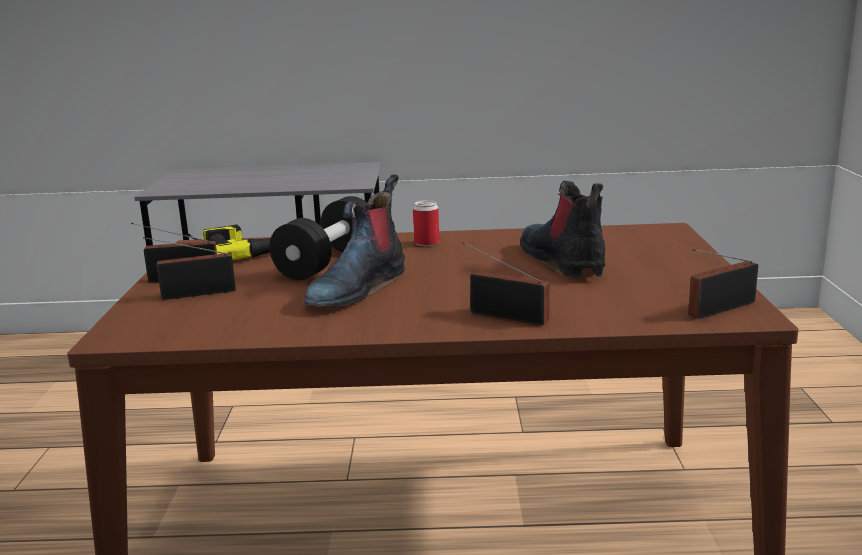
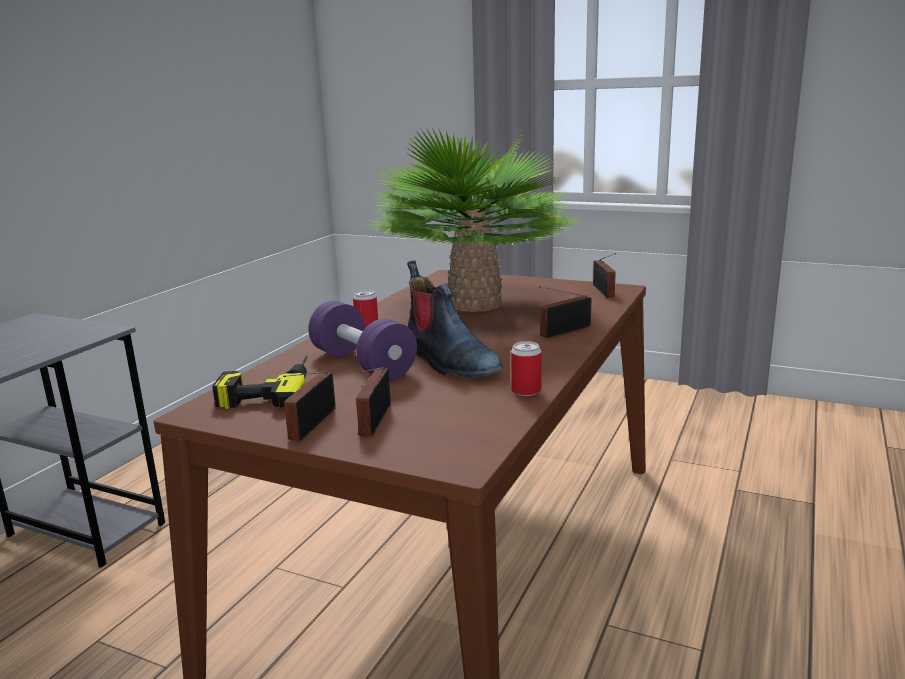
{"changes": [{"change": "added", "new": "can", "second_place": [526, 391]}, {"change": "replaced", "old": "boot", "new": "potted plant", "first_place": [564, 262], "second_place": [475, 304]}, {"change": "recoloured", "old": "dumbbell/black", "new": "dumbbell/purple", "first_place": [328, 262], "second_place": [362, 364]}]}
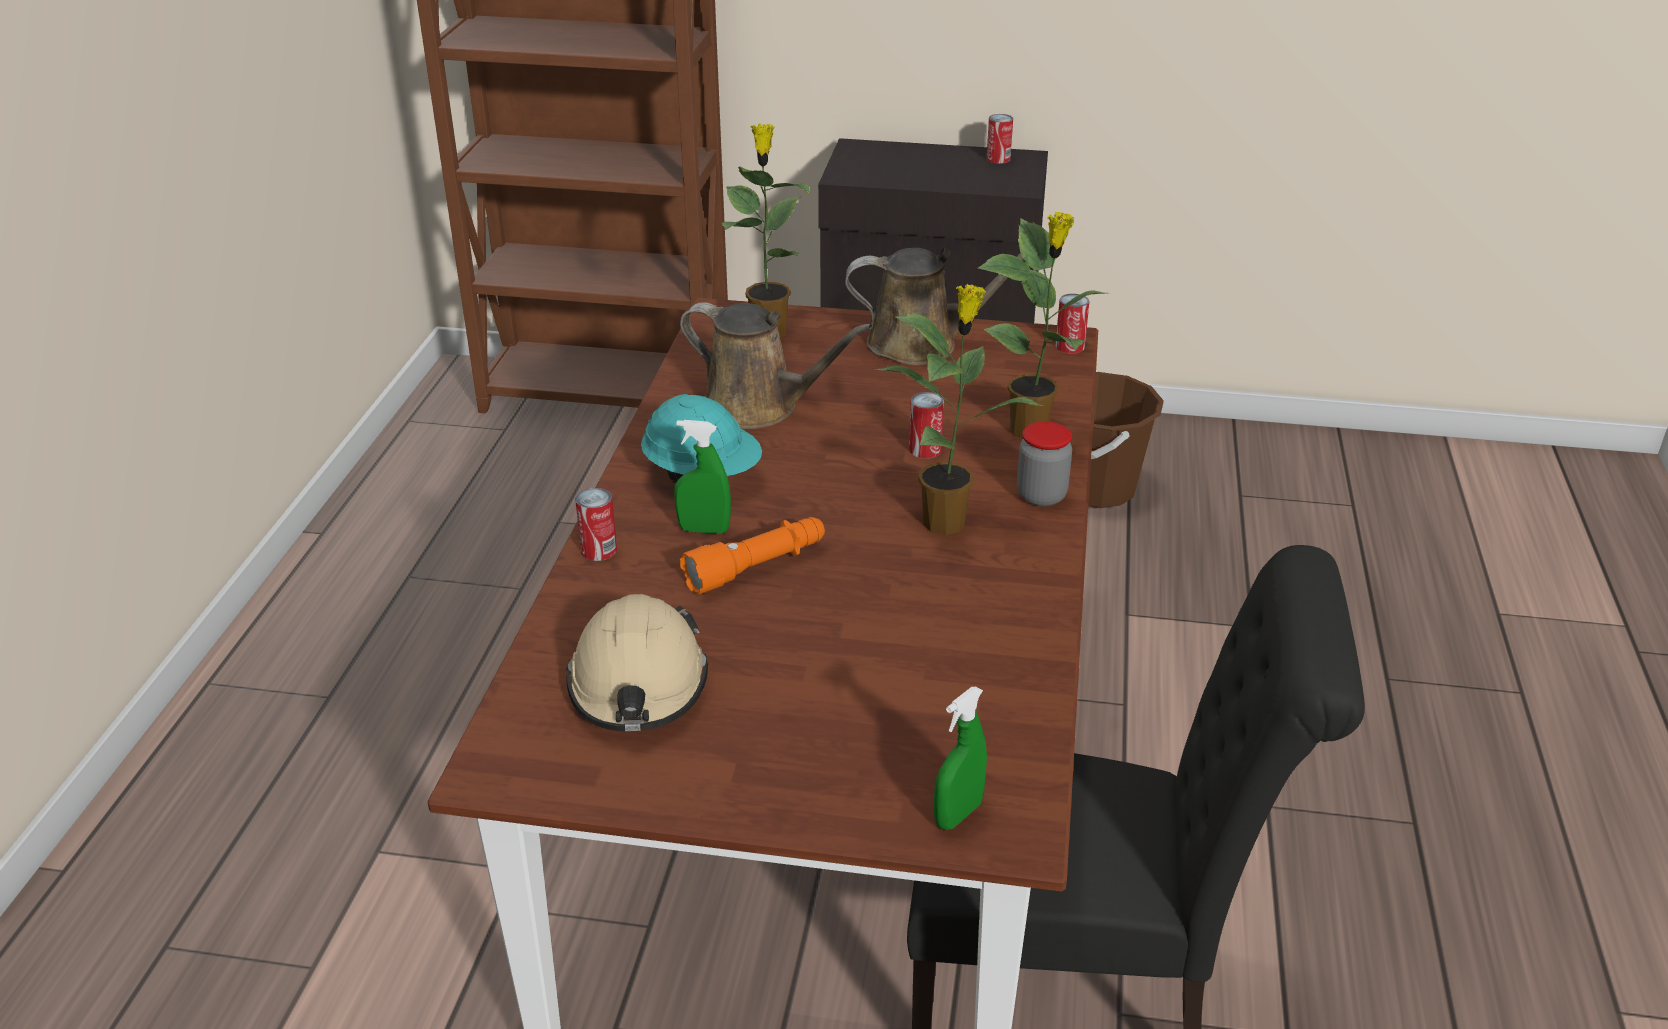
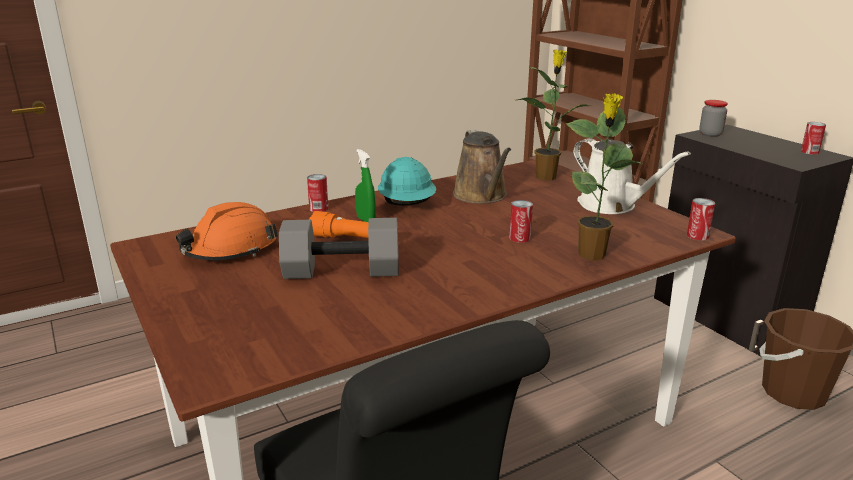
{"changes": [{"change": "removed", "old": "potted plant", "first_place": [946, 522]}, {"change": "removed", "old": "spray bottle/green", "first_place": [958, 814]}, {"change": "added", "new": "dumbbell/grey", "second_place": [340, 272]}, {"change": "moved", "old": "jar", "first_place": [1041, 496], "second_place": [710, 134]}, {"change": "recoloured", "old": "hard hat/beige", "new": "hard hat/orange", "first_place": [638, 685], "second_place": [230, 249]}, {"change": "recoloured", "old": "watering can/brown", "new": "watering can/white", "first_place": [922, 344], "second_place": [611, 205]}]}
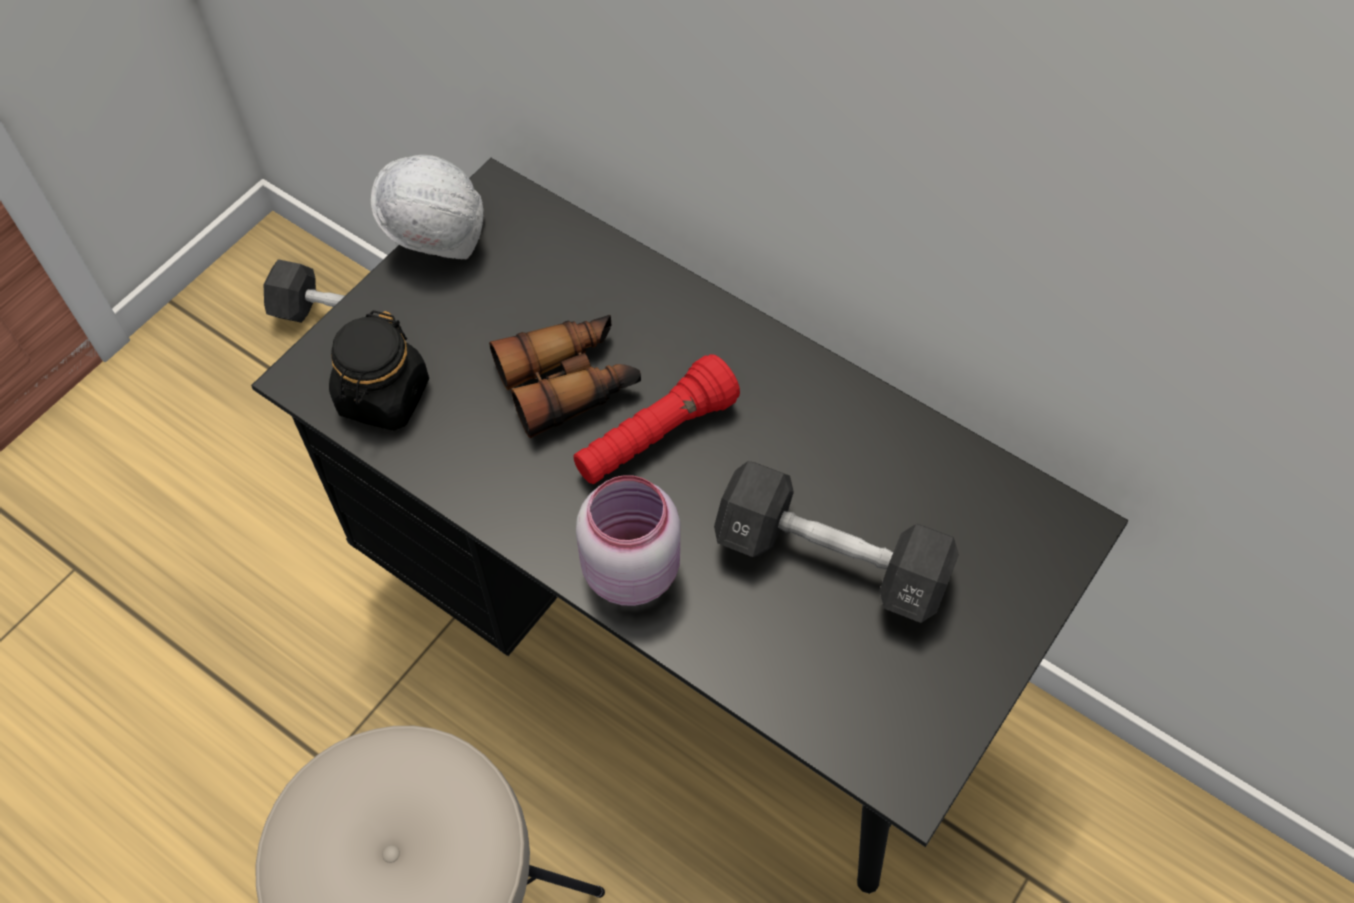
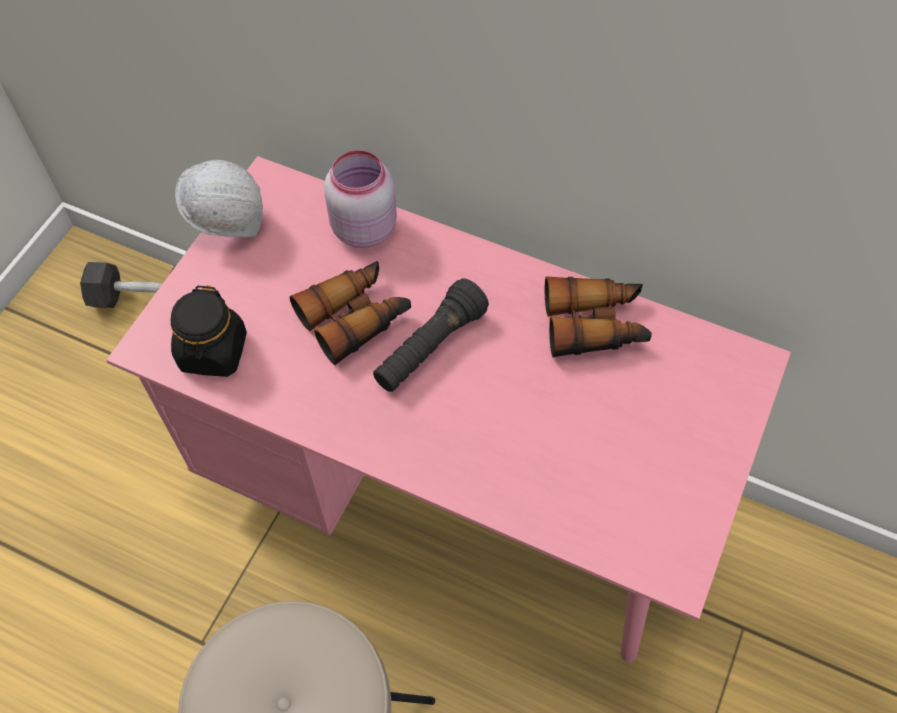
{"changes": [{"change": "removed", "old": "dumbbell/black", "first_place": [831, 559]}, {"change": "added", "new": "binoculars", "second_place": [595, 324]}, {"change": "moved", "old": "jar/pink", "first_place": [630, 567], "second_place": [363, 227]}, {"change": "recoloured", "old": "desk/black", "new": "desk/pink", "first_place": [678, 637], "second_place": [451, 497]}, {"change": "recoloured", "old": "flashlight/red", "new": "flashlight/black", "first_place": [655, 437], "second_place": [430, 348]}]}
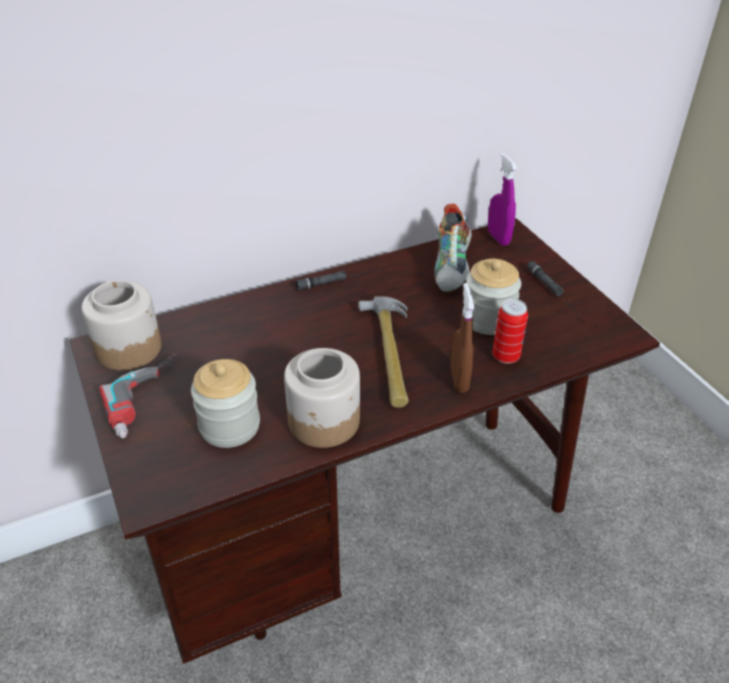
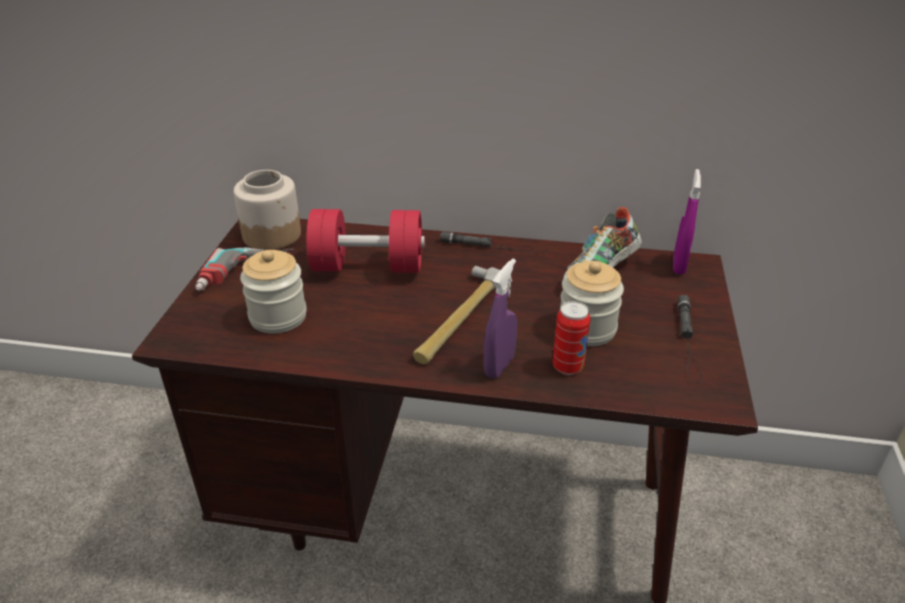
{"changes": [{"change": "removed", "old": "jar", "first_place": [324, 422]}, {"change": "added", "new": "dumbbell/red", "second_place": [368, 266]}, {"change": "recoloured", "old": "spray bottle/brown", "new": "spray bottle/purple", "first_place": [459, 380], "second_place": [499, 366]}]}
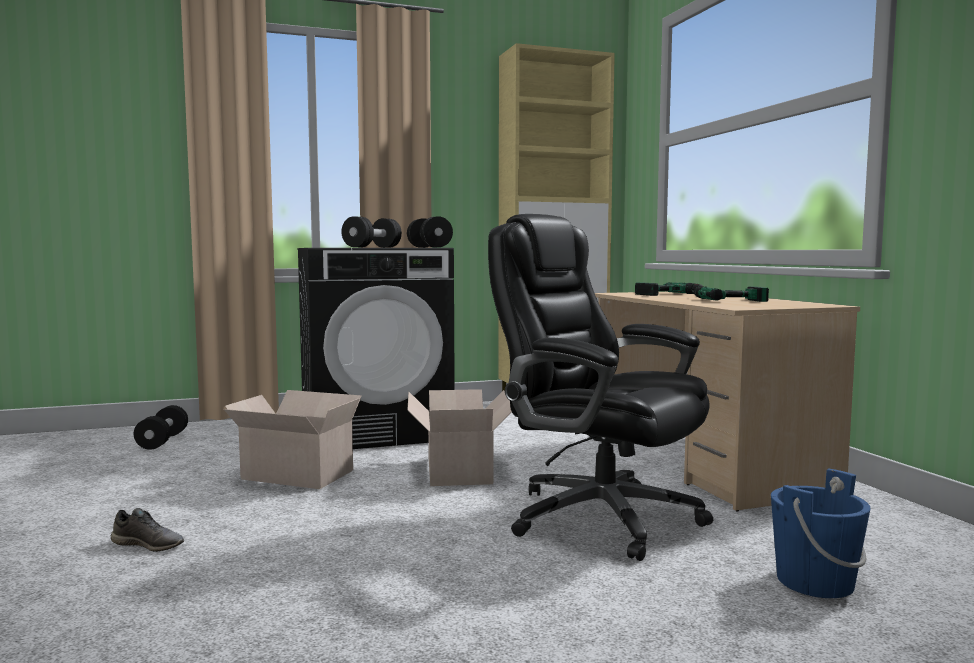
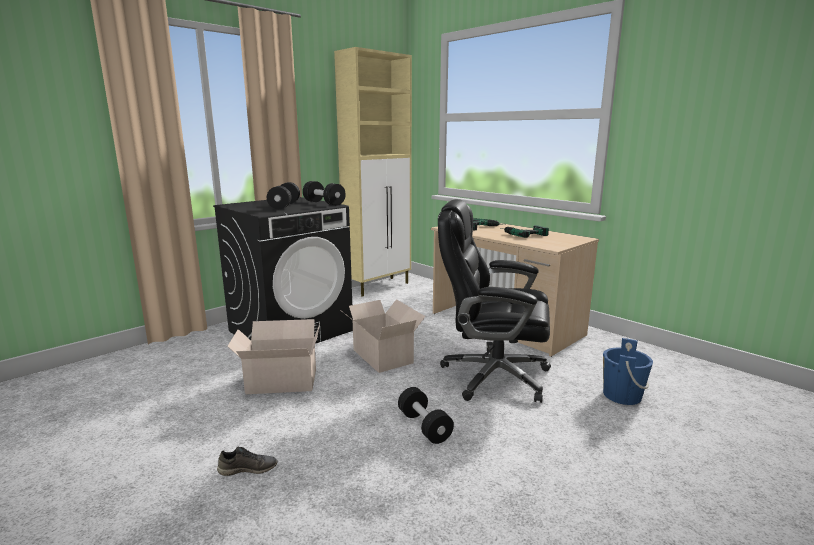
{"changes": [{"change": "moved", "old": "dumbbell/black", "first_place": [162, 441], "second_place": [424, 426]}]}
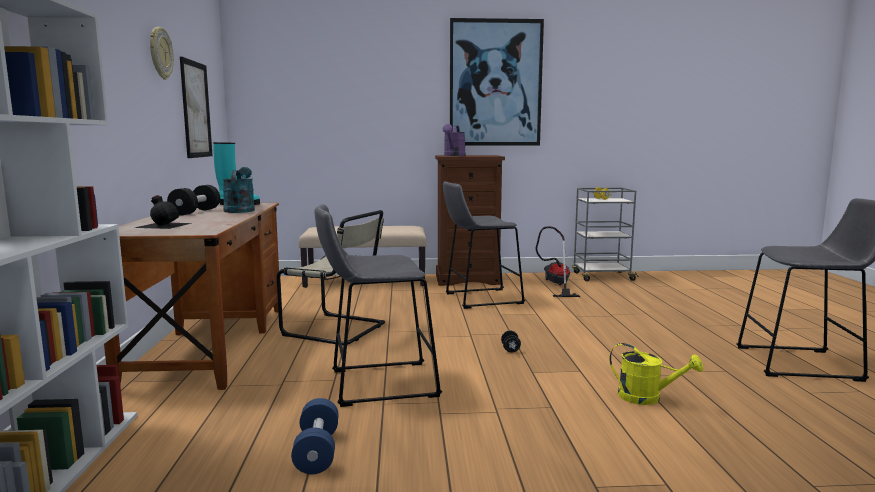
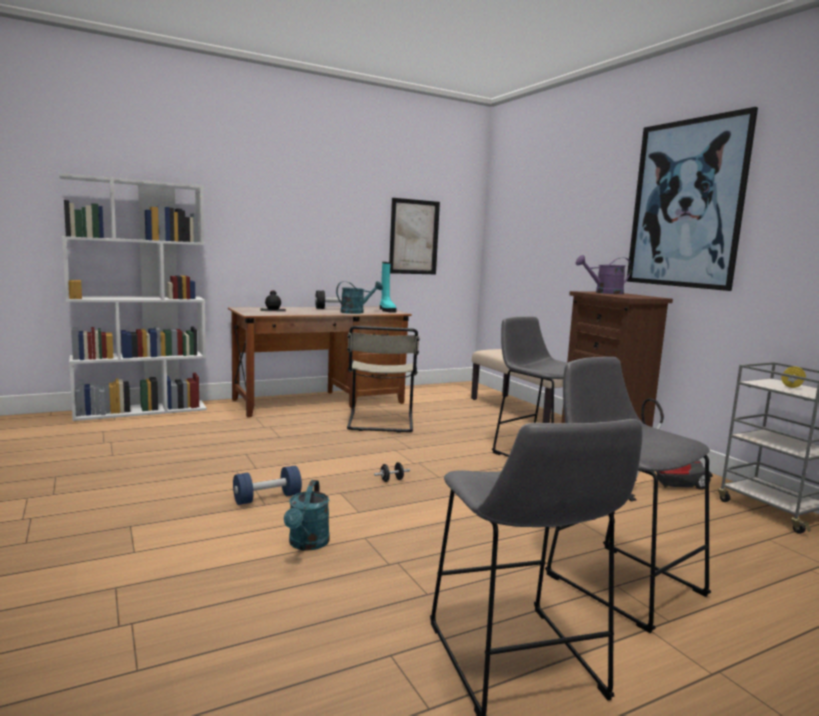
{"changes": [{"change": "removed", "old": "wall clock", "first_place": [160, 53]}, {"change": "moved", "old": "dumbbell/blue", "first_place": [317, 451], "second_place": [267, 498]}, {"change": "moved", "old": "stool/grey", "first_place": [377, 383], "second_place": [618, 580]}, {"change": "recoloured", "old": "watering can/yellow", "new": "watering can/turquoise", "first_place": [647, 398], "second_place": [307, 544]}]}
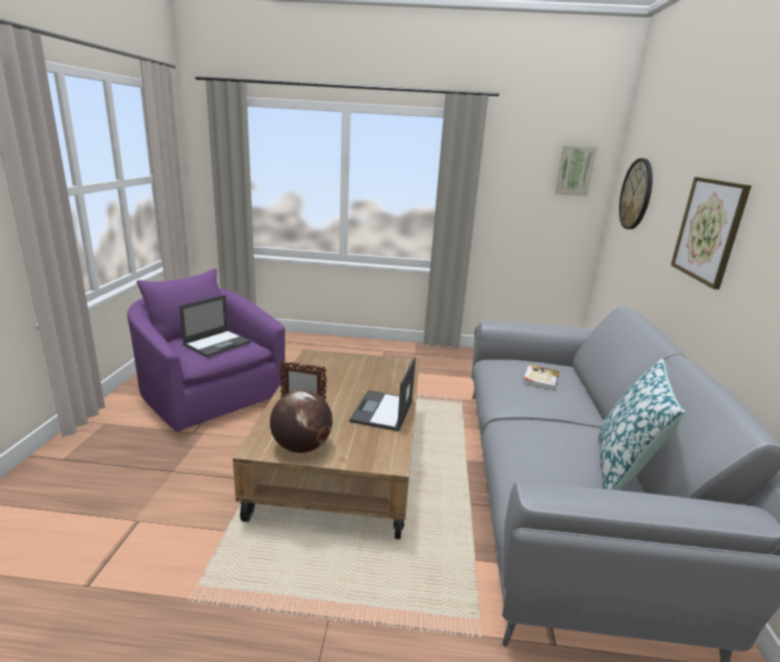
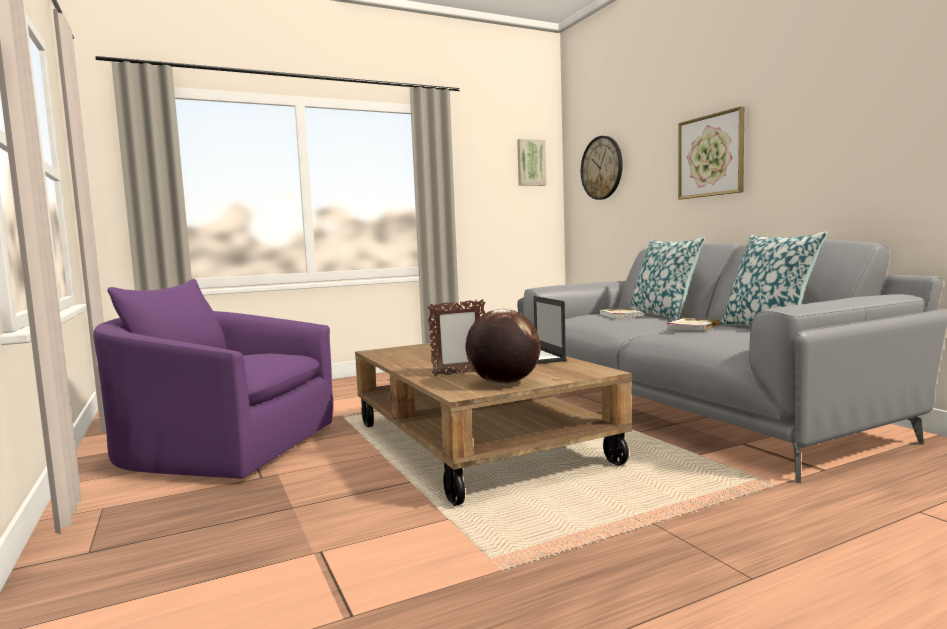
{"changes": [{"change": "removed", "old": "laptop", "first_place": [218, 343]}, {"change": "added", "new": "pillow", "second_place": [663, 316]}, {"change": "added", "new": "book", "second_place": [692, 327]}]}
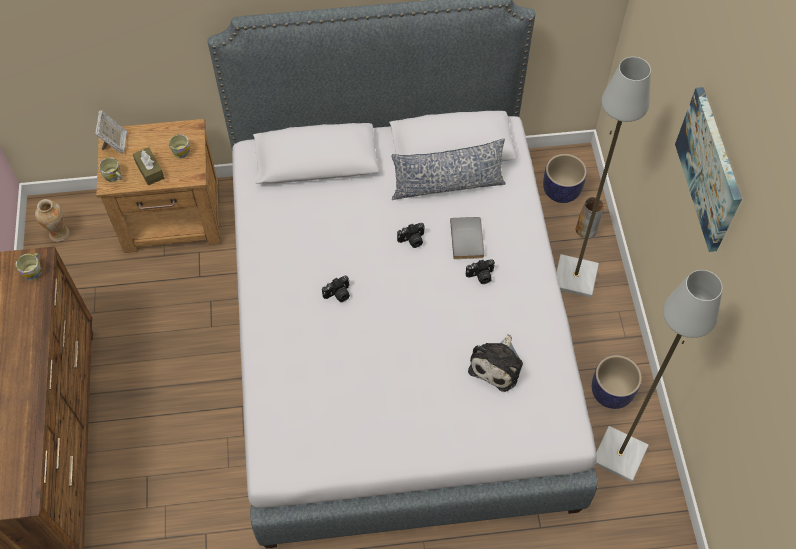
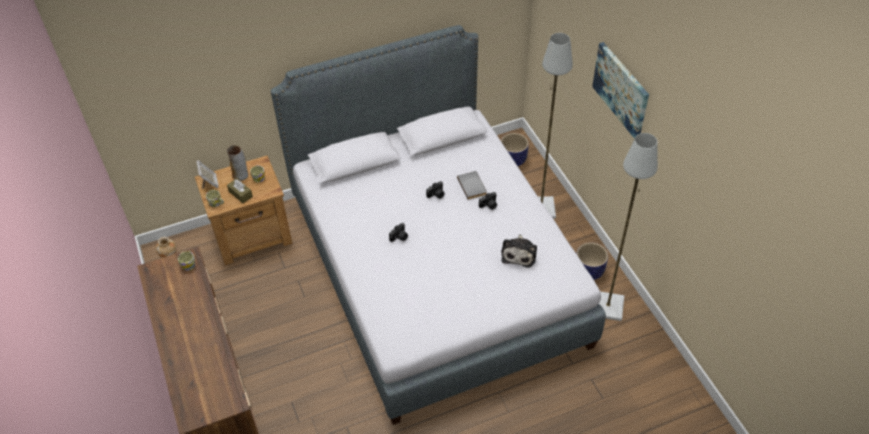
{"changes": [{"change": "removed", "old": "pillow", "first_place": [447, 185]}, {"change": "moved", "old": "vase", "first_place": [586, 230], "second_place": [240, 175]}]}
